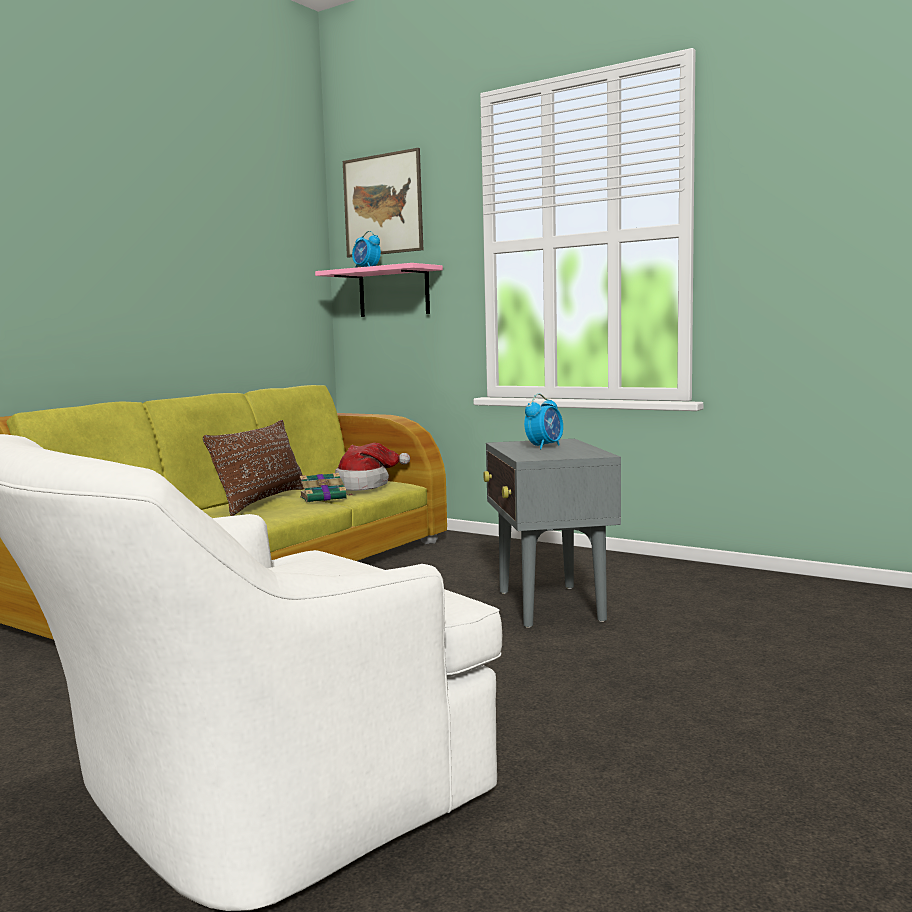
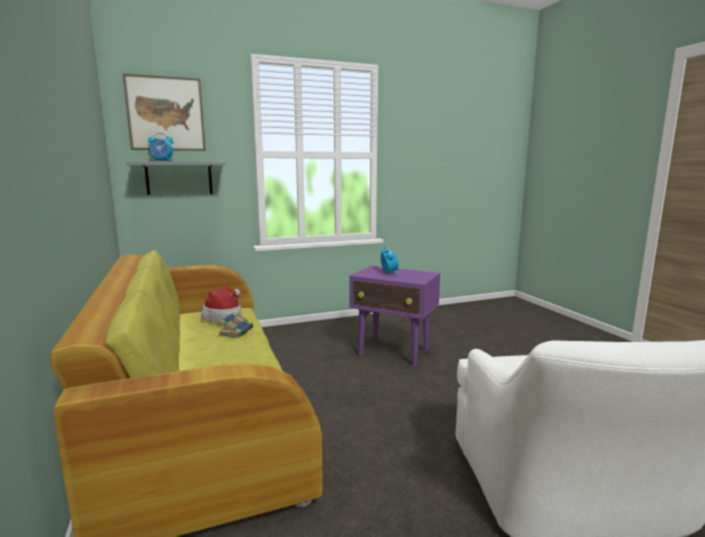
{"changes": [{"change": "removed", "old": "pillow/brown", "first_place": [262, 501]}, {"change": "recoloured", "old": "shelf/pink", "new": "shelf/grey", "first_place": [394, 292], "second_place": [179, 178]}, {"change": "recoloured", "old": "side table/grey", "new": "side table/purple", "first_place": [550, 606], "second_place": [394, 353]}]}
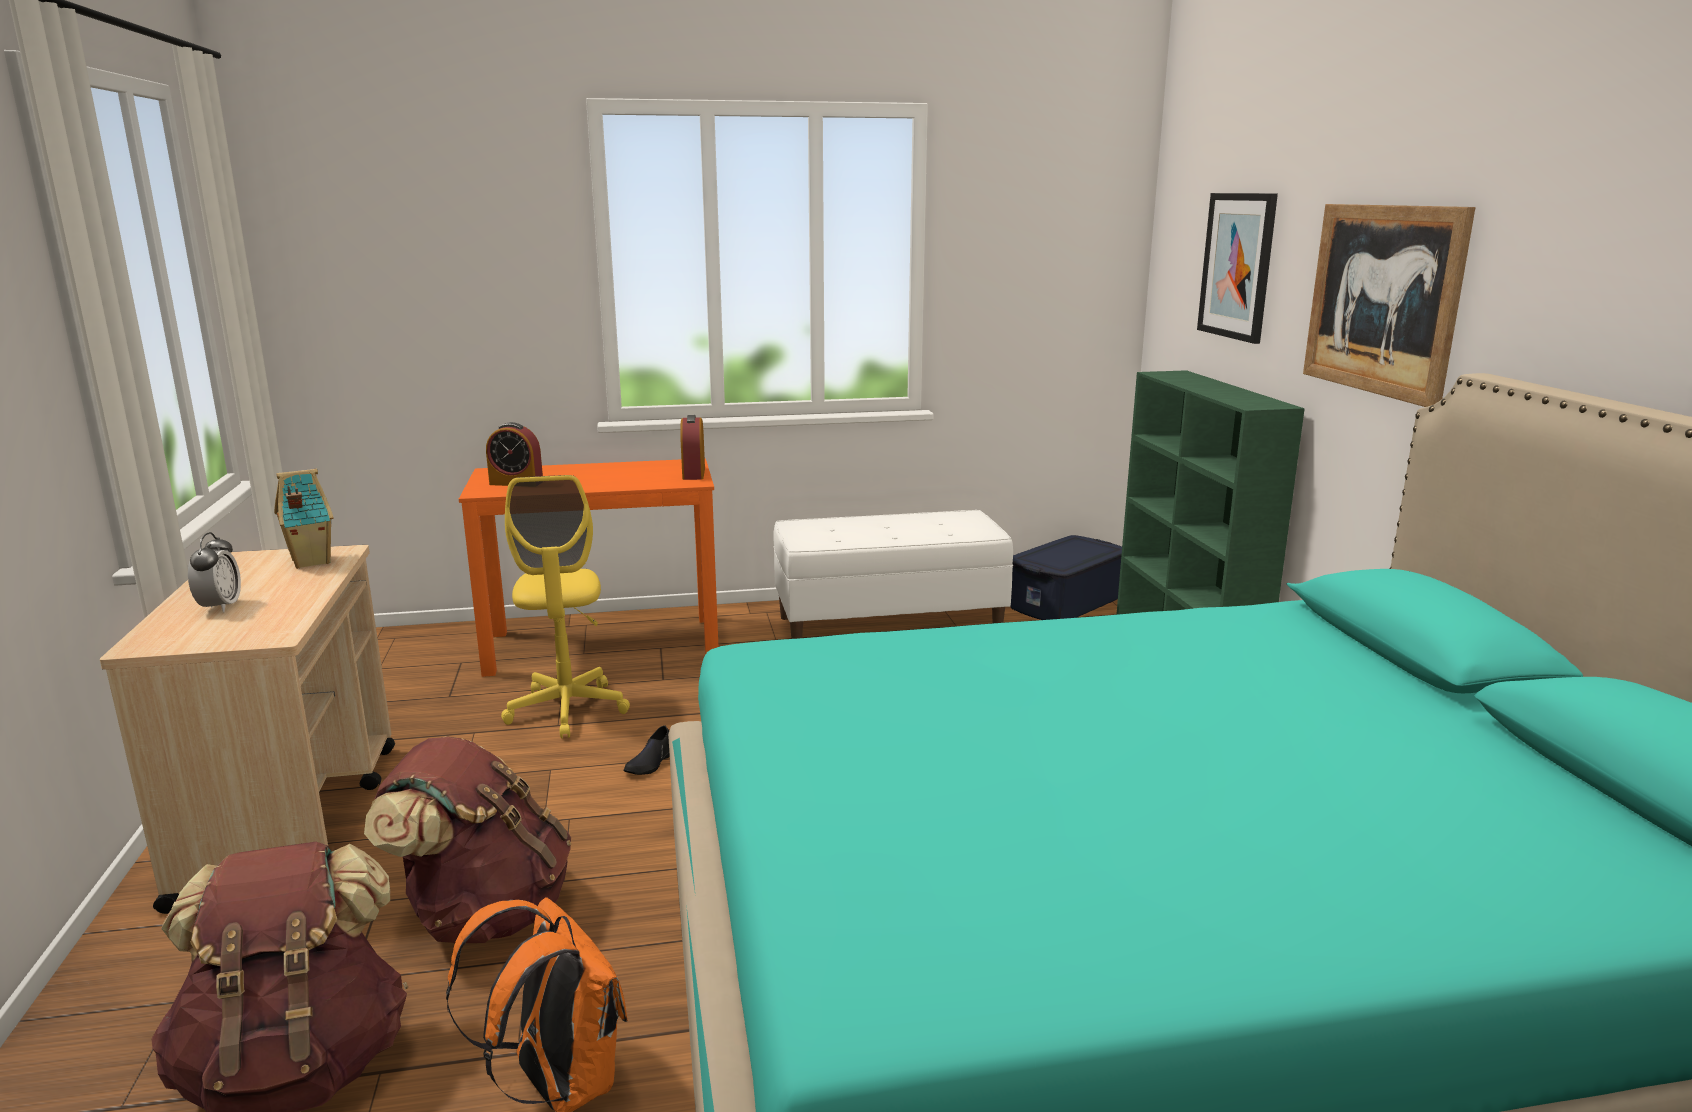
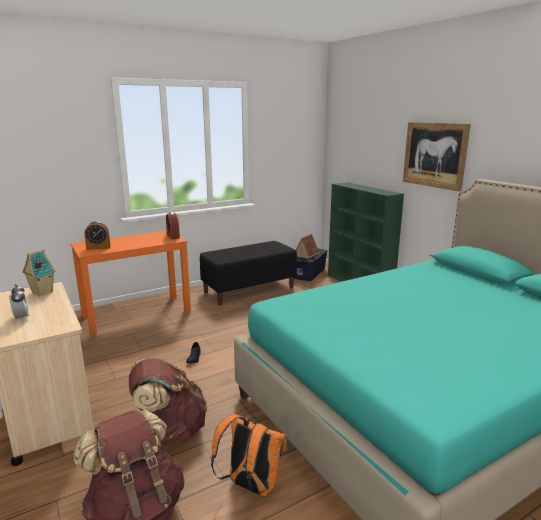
{"changes": [{"change": "removed", "old": "office chair/yellow", "first_place": [567, 710]}, {"change": "removed", "old": "picture", "first_place": [1237, 266]}, {"change": "added", "new": "toy house", "second_place": [307, 254]}, {"change": "recoloured", "old": "bench/white", "new": "bench/black", "first_place": [890, 625], "second_place": [249, 290]}]}
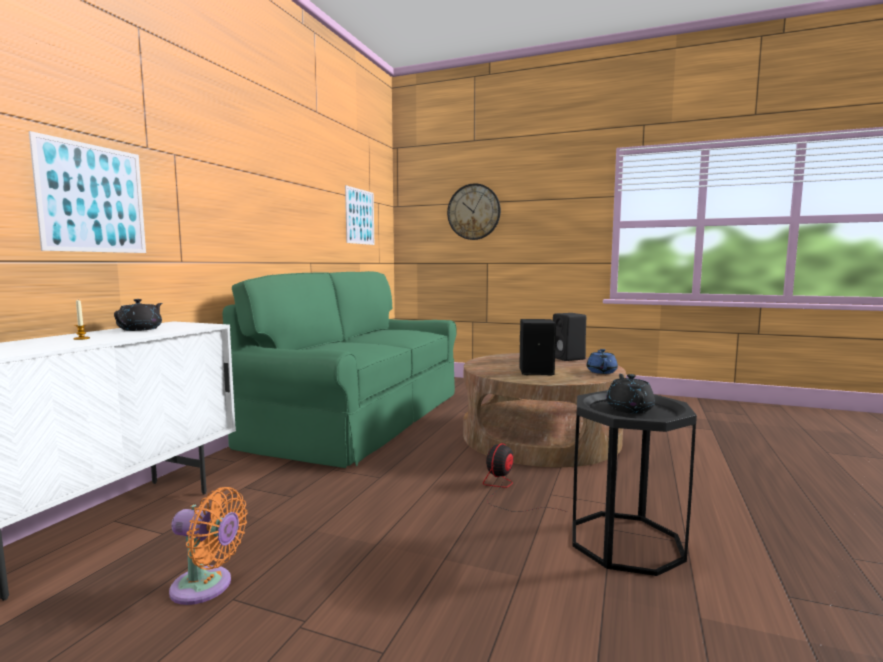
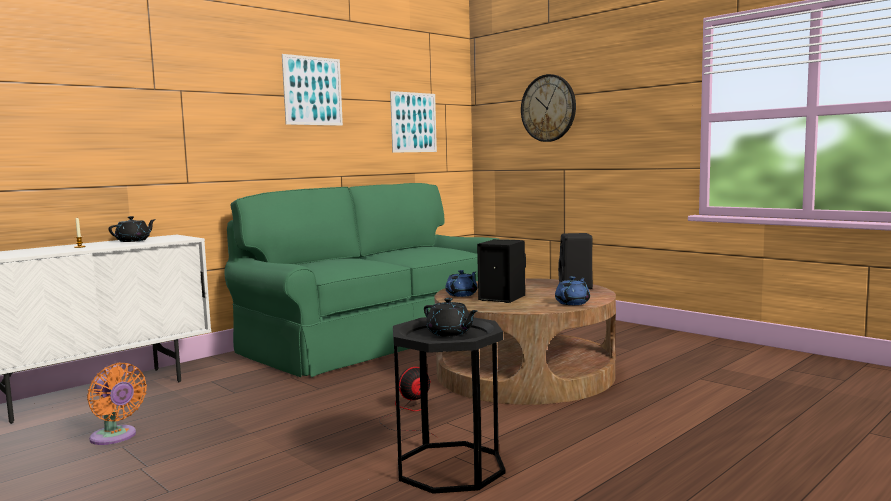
{"changes": [{"change": "added", "new": "teapot/blue", "second_place": [462, 294]}, {"change": "moved", "old": "picture", "first_place": [93, 198], "second_place": [313, 91]}, {"change": "turned", "old": "teapot/black", "first_place": [629, 409], "second_place": [450, 333], "degrees": 105}]}
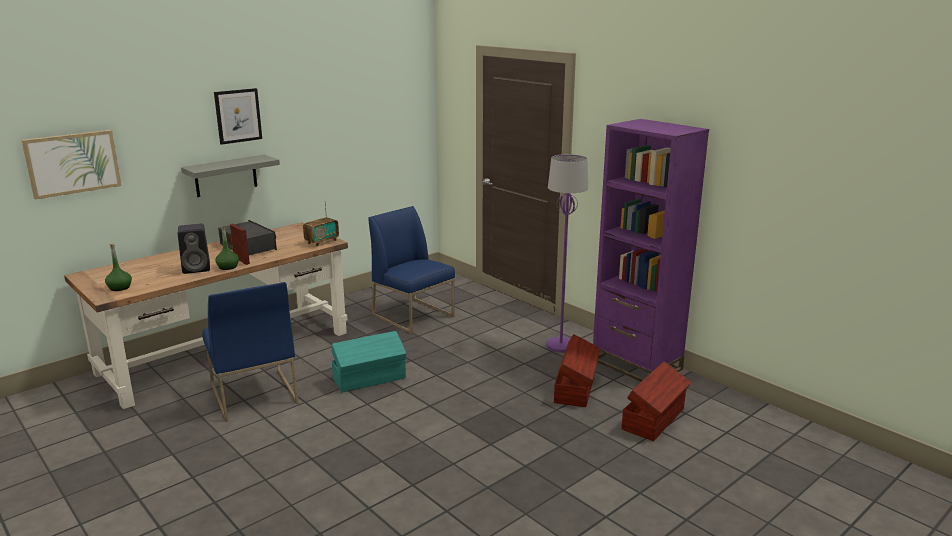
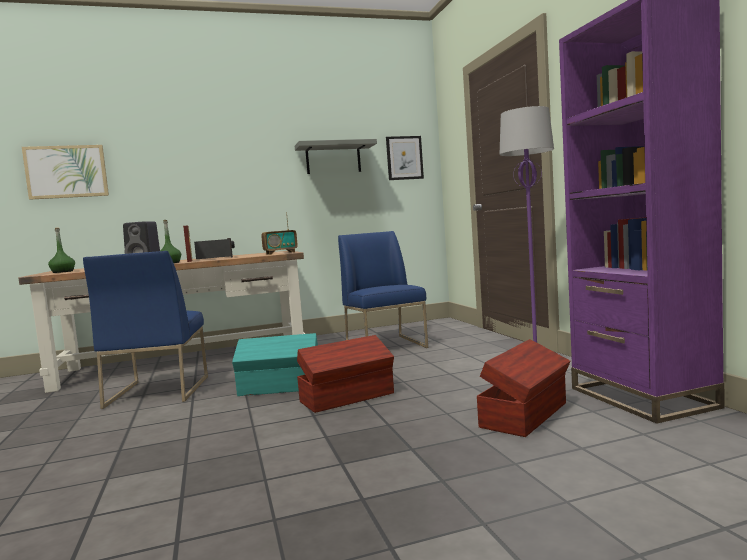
{"changes": [{"change": "moved", "old": "shelf/grey", "first_place": [226, 176], "second_place": [333, 158]}, {"change": "moved", "old": "picture", "first_place": [238, 116], "second_place": [404, 158]}, {"change": "moved", "old": "storage box/brown", "first_place": [654, 419], "second_place": [348, 397]}]}
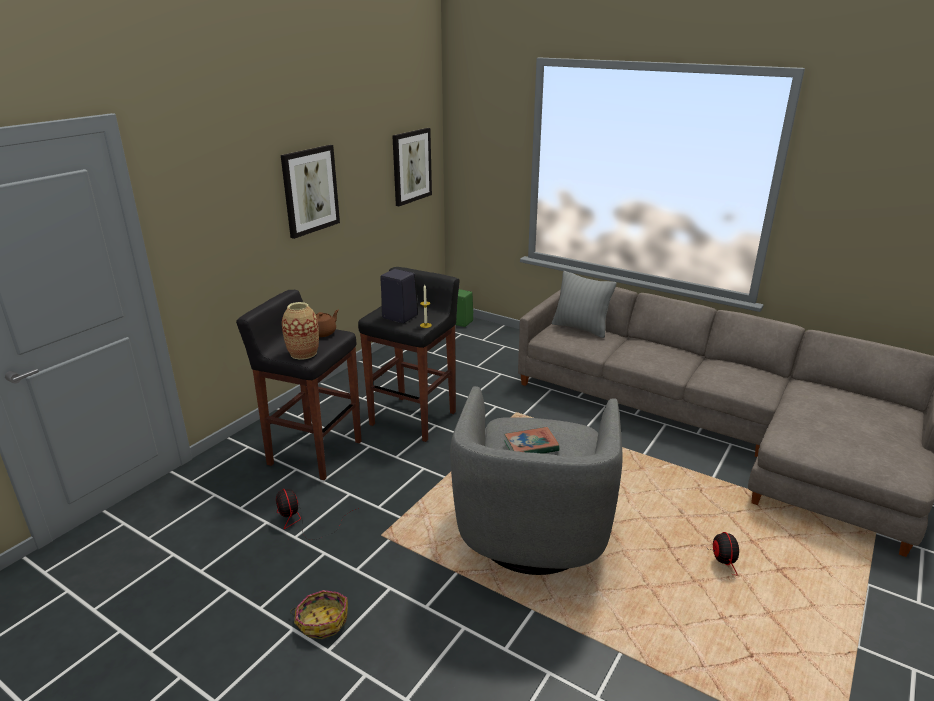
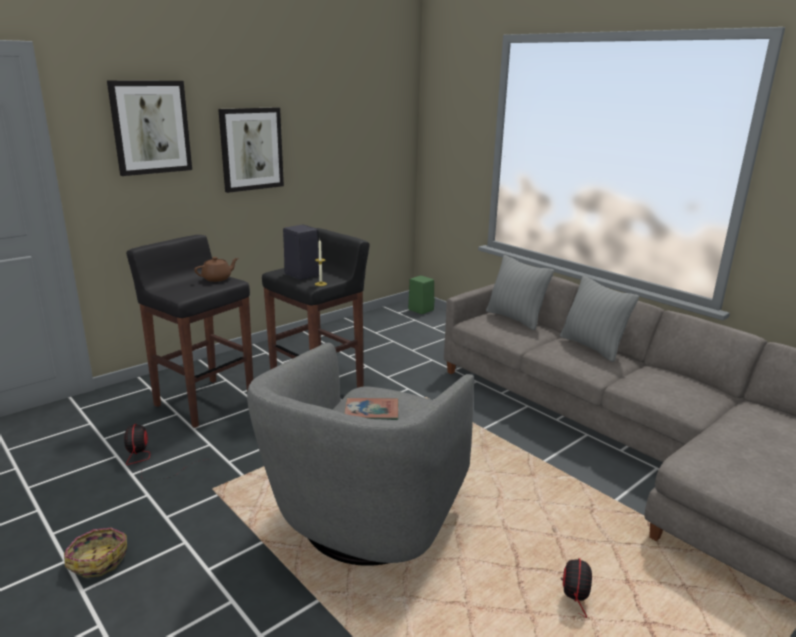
{"changes": [{"change": "removed", "old": "vase", "first_place": [303, 353]}, {"change": "added", "new": "pillow/grey", "second_place": [592, 347]}, {"change": "moved", "old": "picture", "first_place": [411, 166], "second_place": [151, 127]}]}
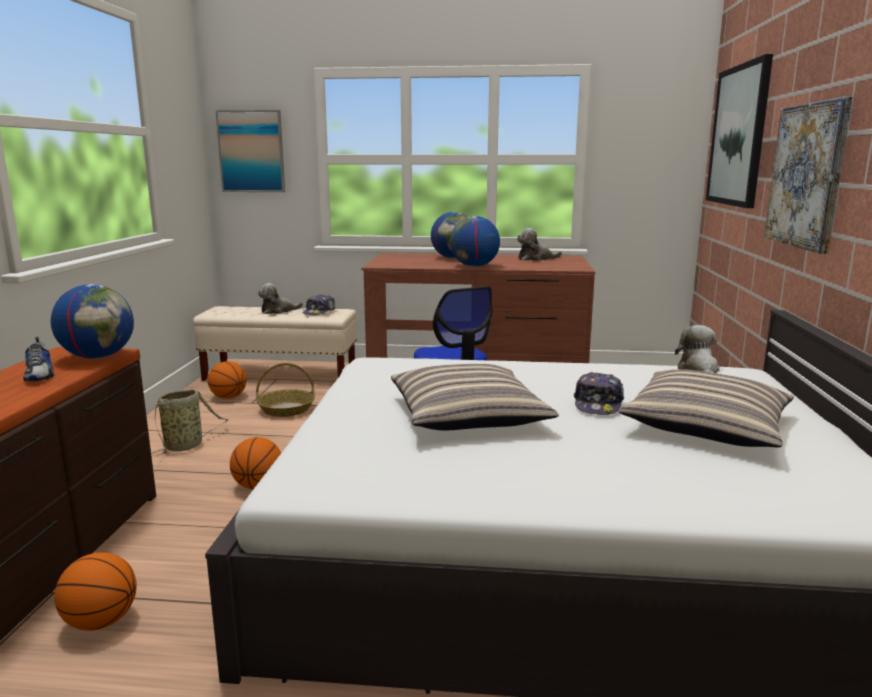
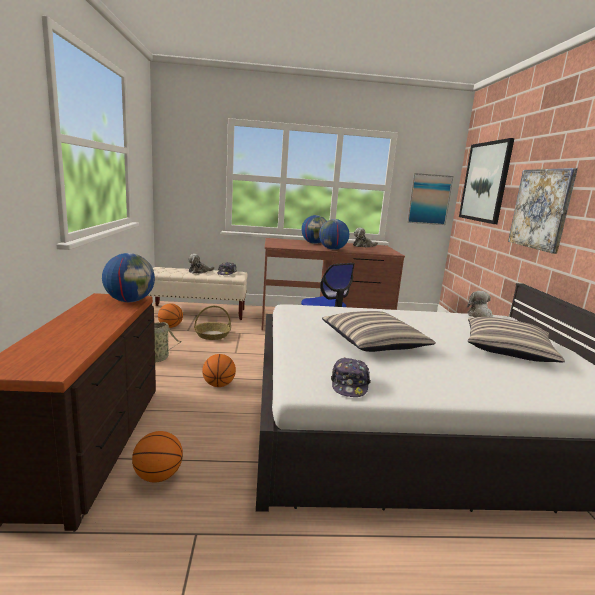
{"changes": [{"change": "removed", "old": "shoe", "first_place": [40, 375]}, {"change": "moved", "old": "picture", "first_place": [251, 151], "second_place": [429, 199]}, {"change": "moved", "old": "cap", "first_place": [598, 404], "second_place": [349, 385]}]}
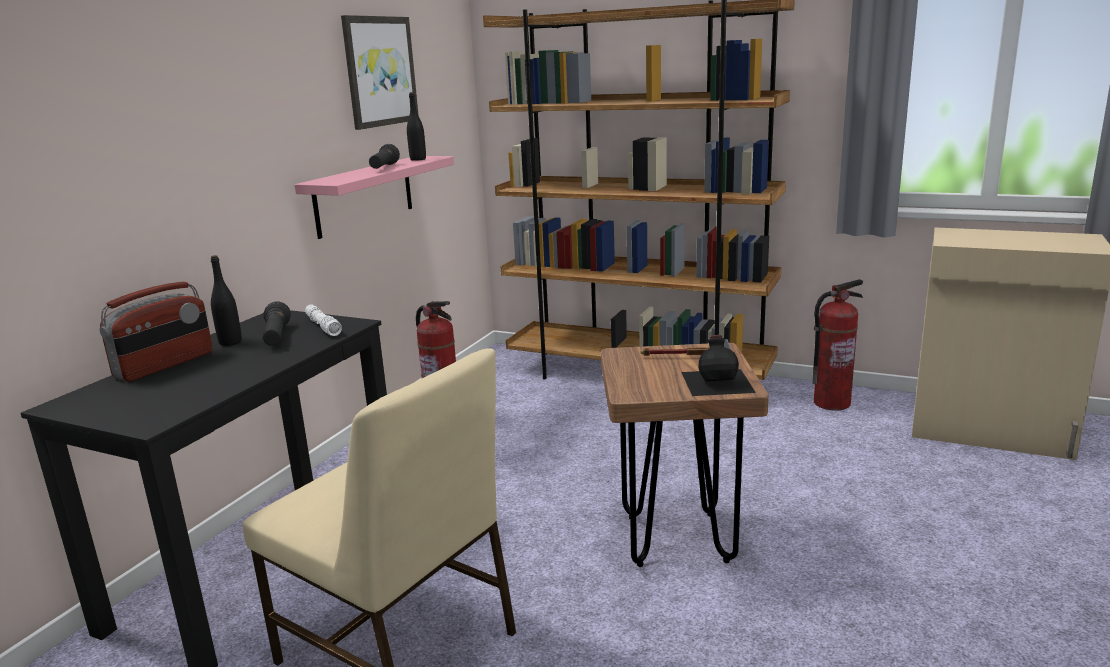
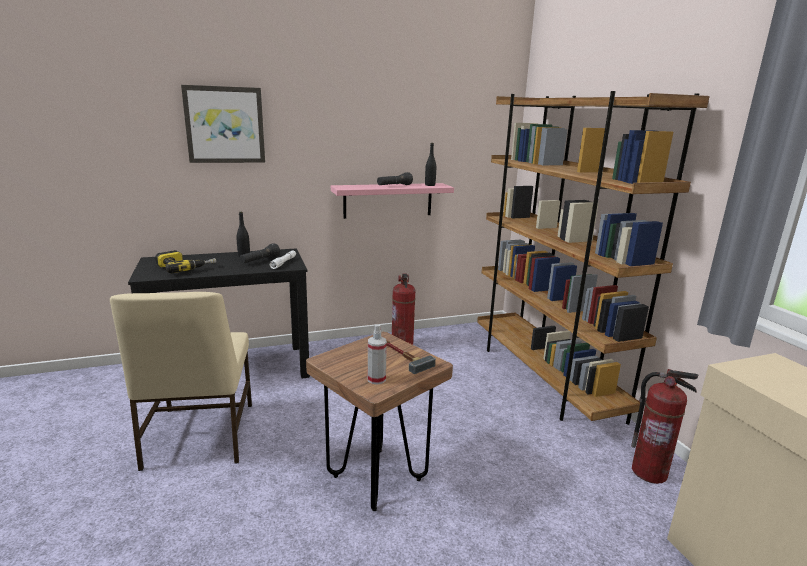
{"changes": [{"change": "removed", "old": "radio", "first_place": [165, 365]}, {"change": "added", "new": "power drill", "second_place": [185, 267]}, {"change": "moved", "old": "picture", "first_place": [379, 71], "second_place": [225, 125]}, {"change": "replaced", "old": "bottle/black", "new": "spray bottle", "first_place": [718, 381], "second_place": [376, 379]}]}
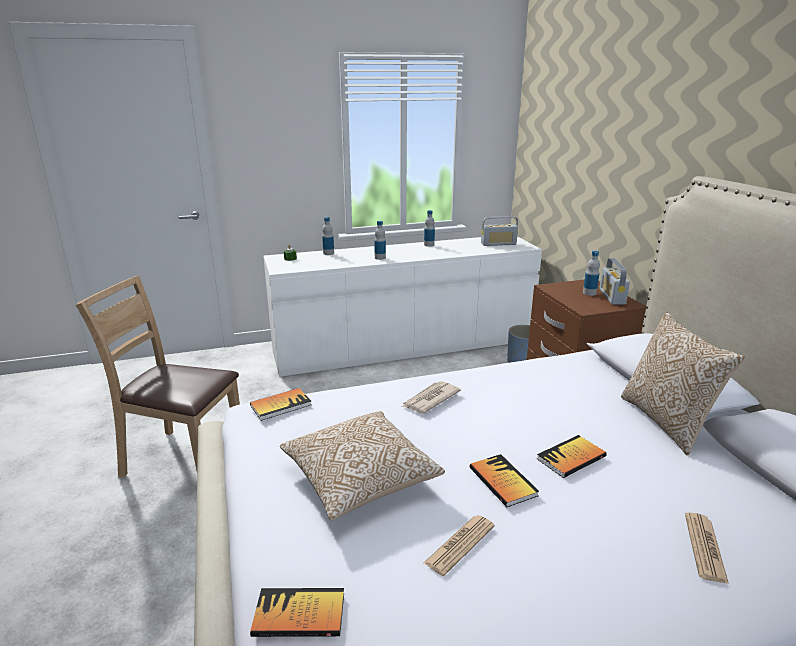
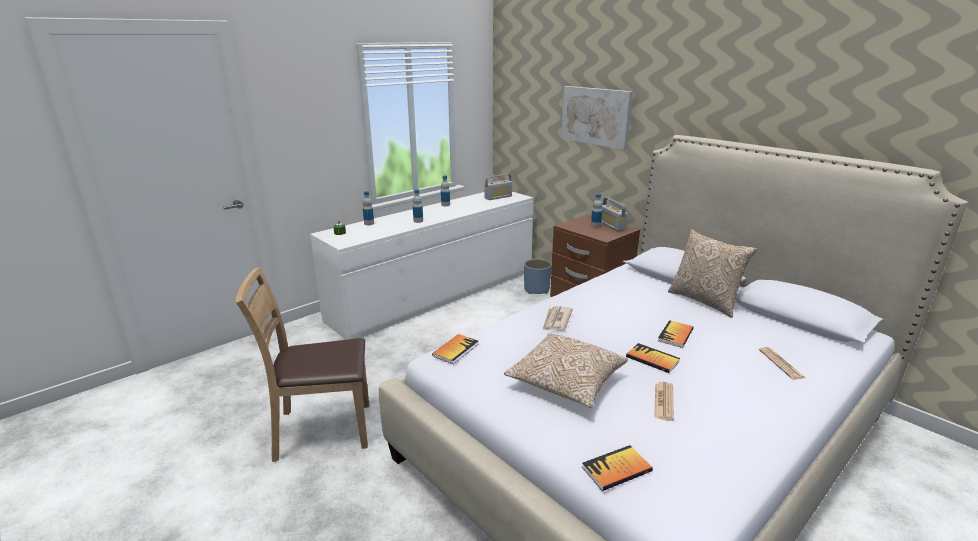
{"changes": [{"change": "added", "new": "picture", "second_place": [596, 116]}]}
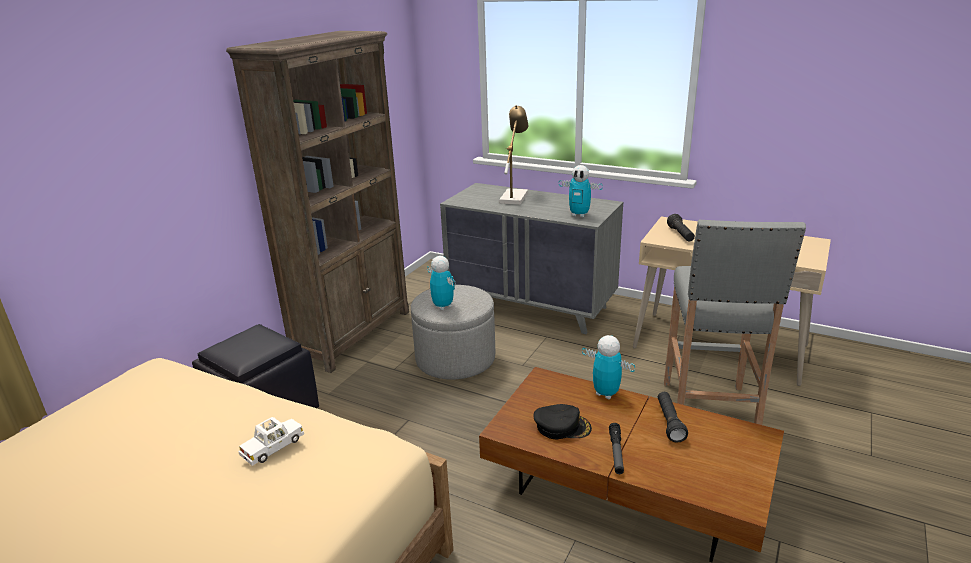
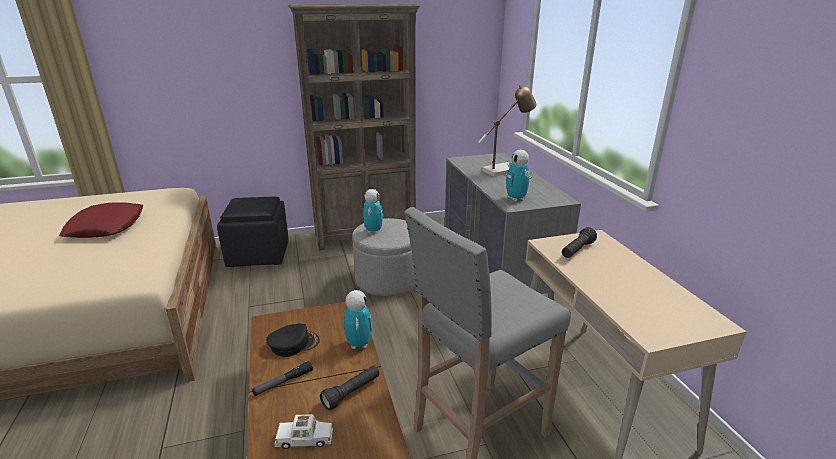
{"changes": [{"change": "added", "new": "pillow/red", "second_place": [106, 226]}, {"change": "moved", "old": "toy car/white", "first_place": [273, 447], "second_place": [305, 439]}, {"change": "turned", "old": "cap/black", "first_place": [562, 426], "second_place": [293, 343], "degrees": -75}]}
